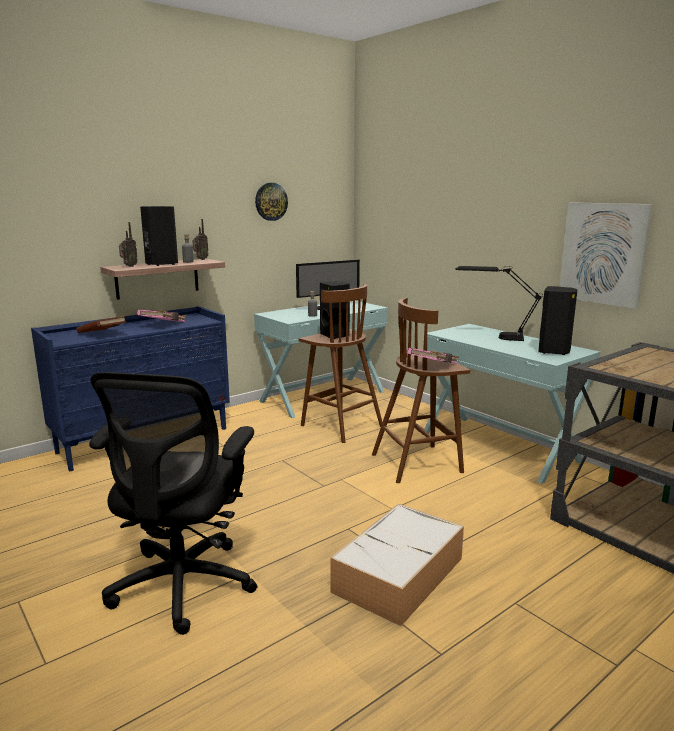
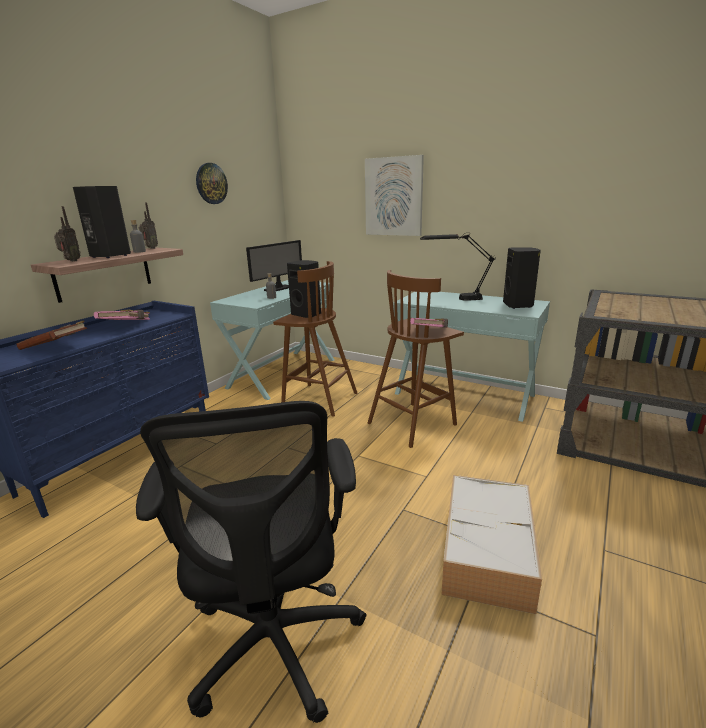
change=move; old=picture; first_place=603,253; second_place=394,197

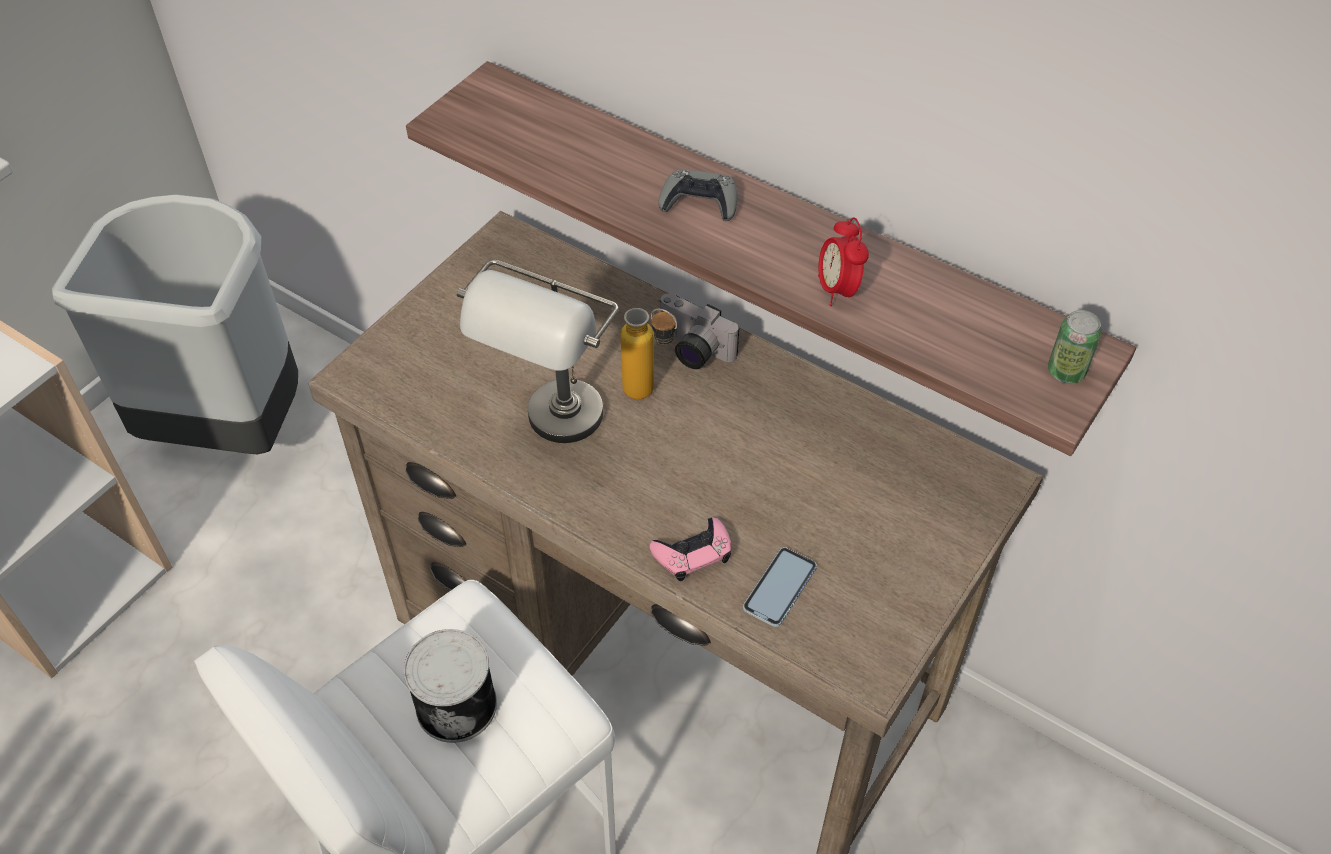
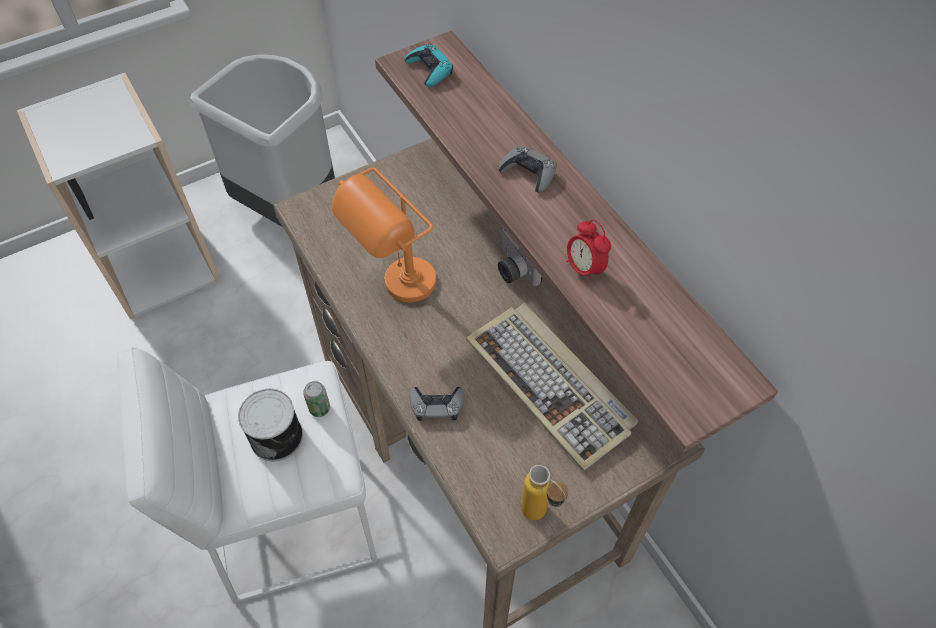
change=recolor; old=grey table lamp; new=orange table lamp; first_place=555,433; second_place=396,292
change=move; old=bottle; first_place=650,393; second_place=540,517
change=recolor; old=pink game controller; new=grey game controller; first_place=693,553; second_place=437,405
change=delete; old=phone; first_place=779,588
change=rotate; old=alarm clock; first_place=837,290; second_place=584,268; degrees=-45
change=move; old=can; first_place=1066,372; second_place=319,408
change=insert; new=turquoise game controller; second_place=429,70
change=insert; new=keyboard; second_place=551,385

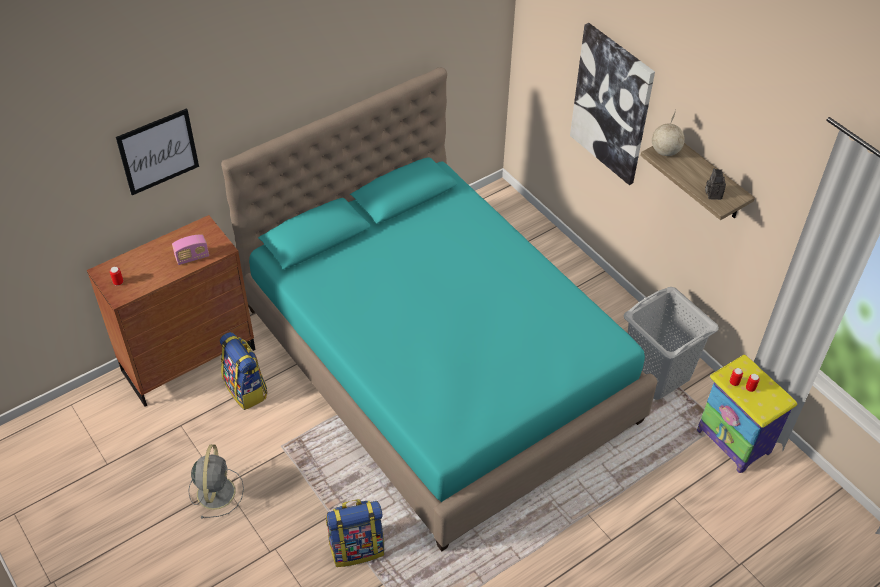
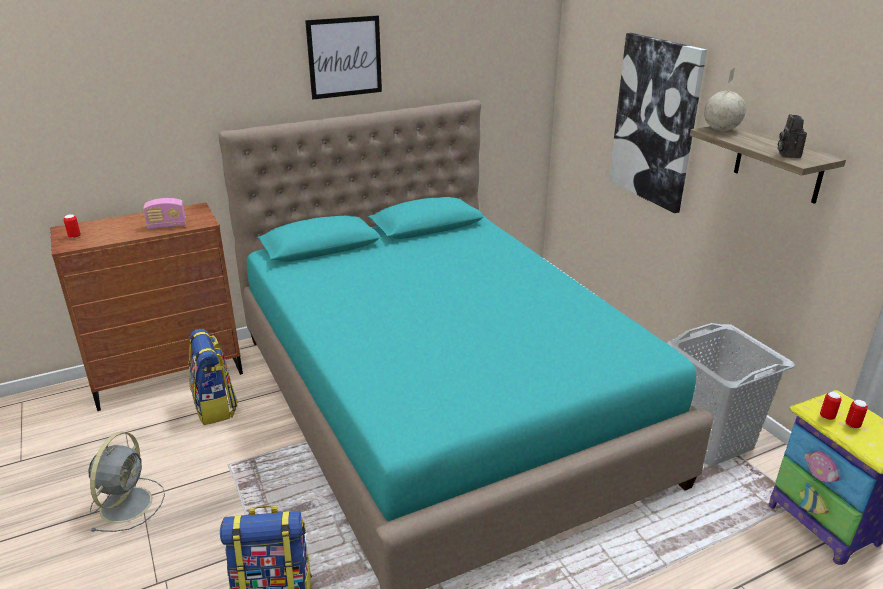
change=move; old=picture; first_place=158,151; second_place=344,57

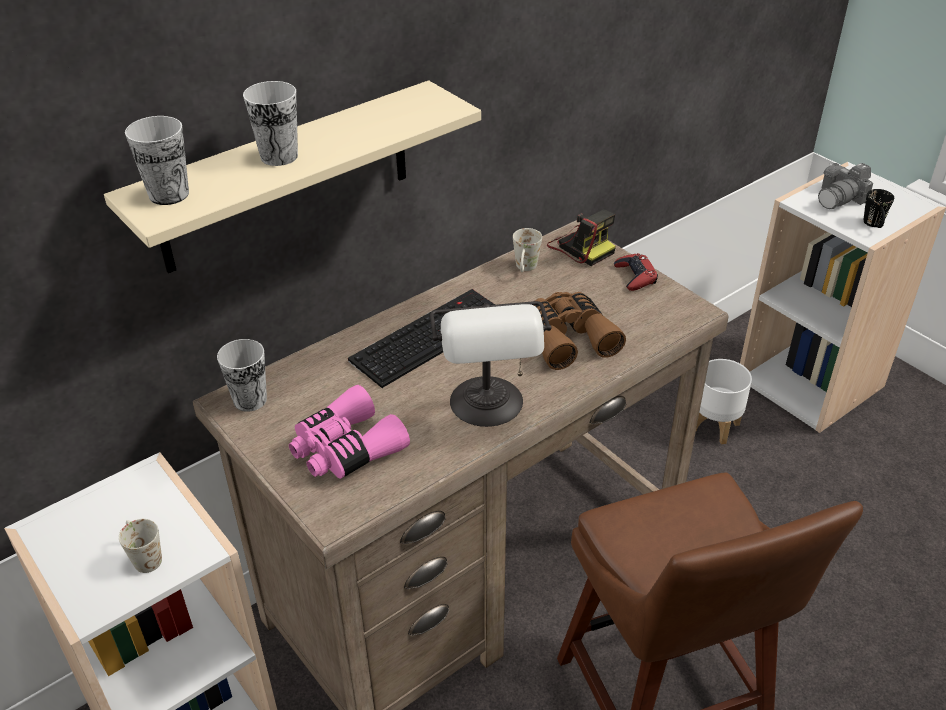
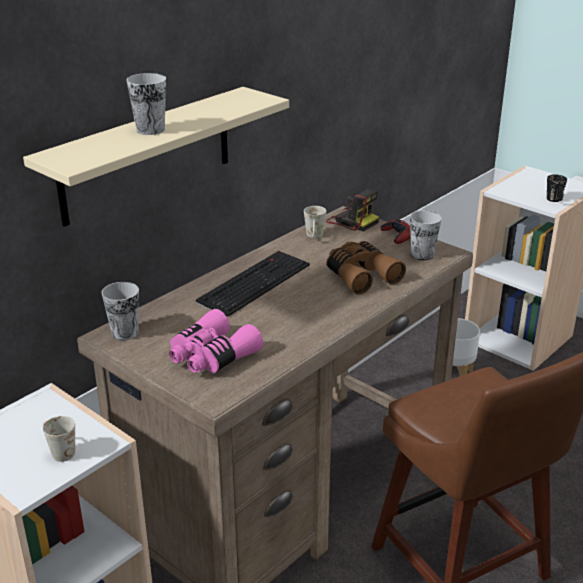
change=move; old=cup; first_place=169,194; second_place=422,255
change=delete; old=table lamp; first_place=490,412
change=delete; old=photo camera; first_place=840,198

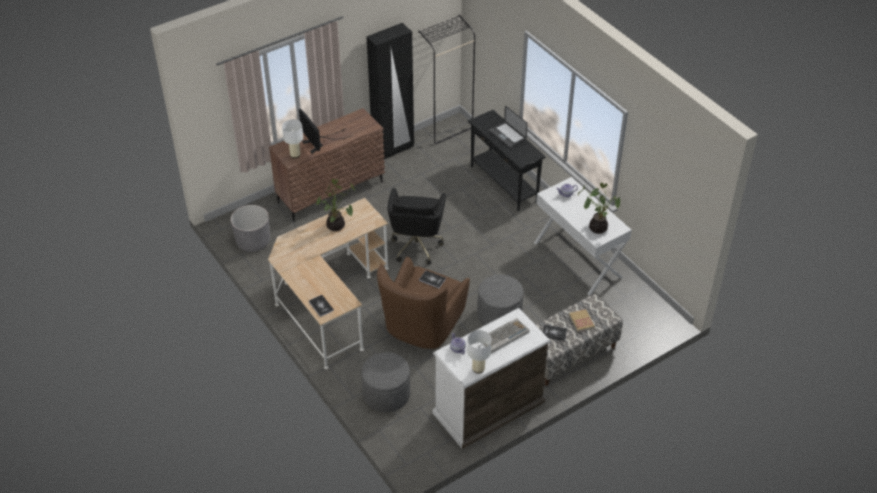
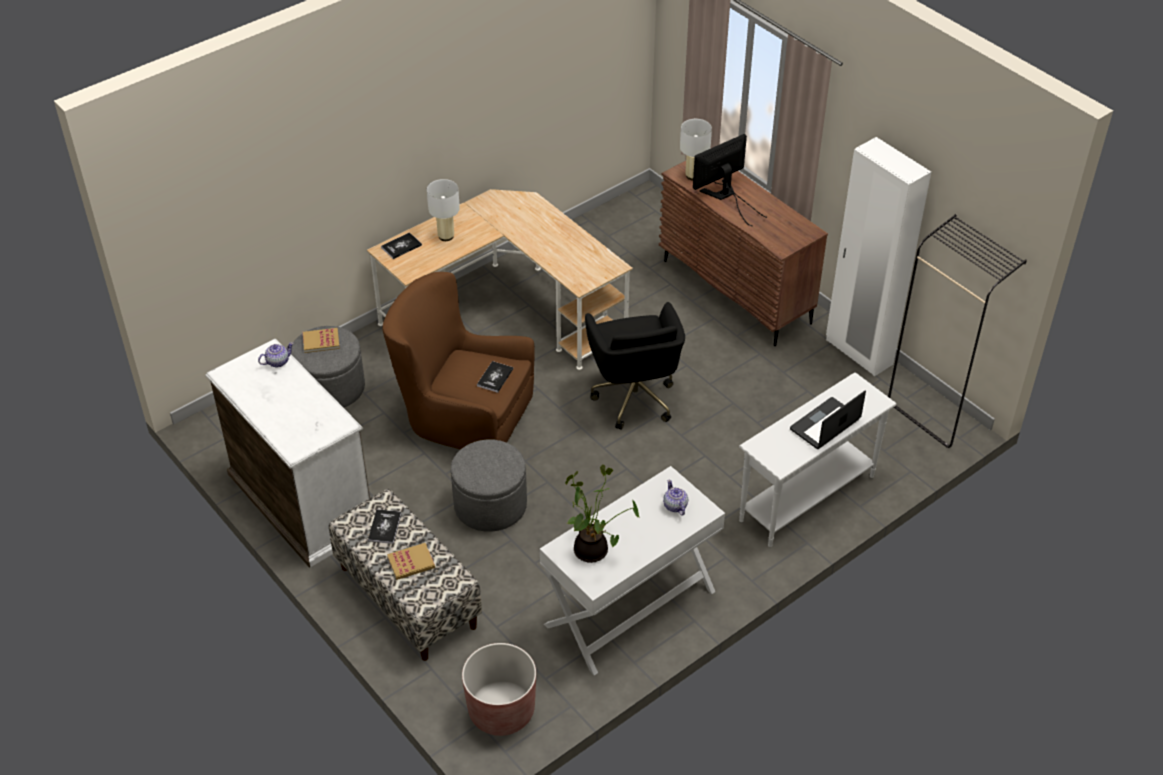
change=delete; old=grey planter; first_place=253,242
change=delete; old=potted plant; first_place=337,226
change=recolor; old=black wardrobe; new=white wardrobe; first_place=393,149; second_place=858,352
change=rotate; old=black office chair; first_place=416,246; second_place=633,397; degrees=-105
change=move; old=white table lamp; first_place=478,369; second_place=445,236
change=recolor; old=black console table; new=white console table; first_place=504,184; second_place=807,500
change=delete; old=keyboard; first_place=504,336
change=insert; new=book; second_place=321,341
change=insert; new=brown planter; second_place=501,711

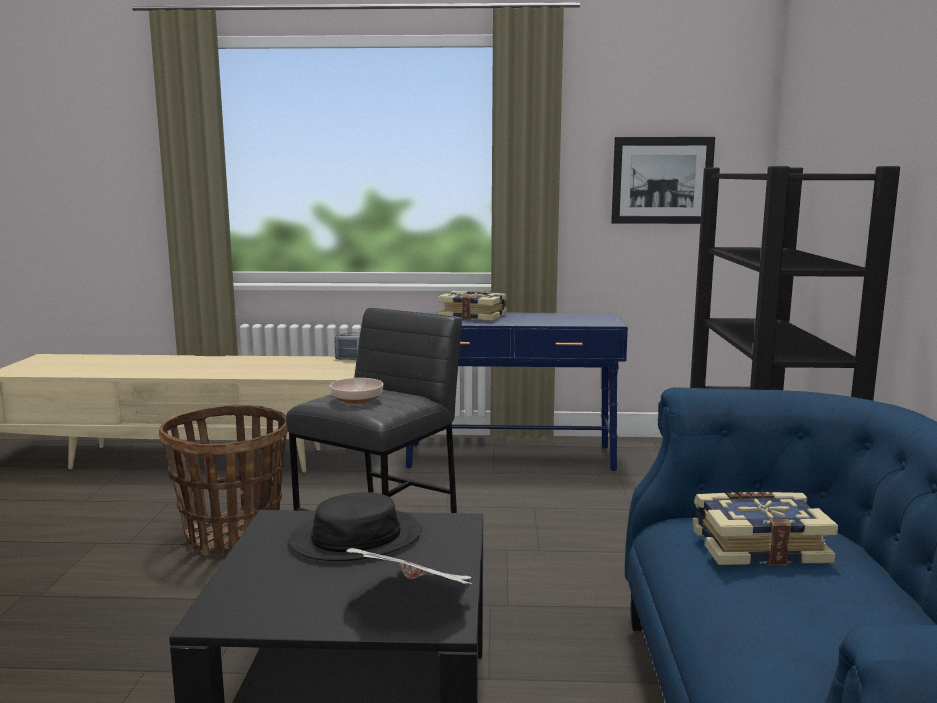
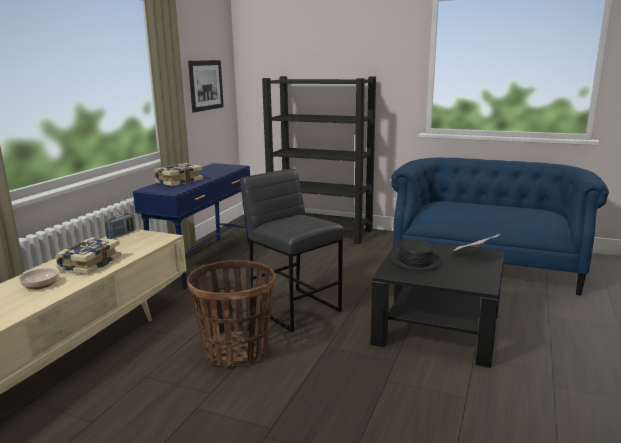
change=move; old=bowl; first_place=356,400; second_place=41,285
change=move; old=book; first_place=758,546; second_place=89,264

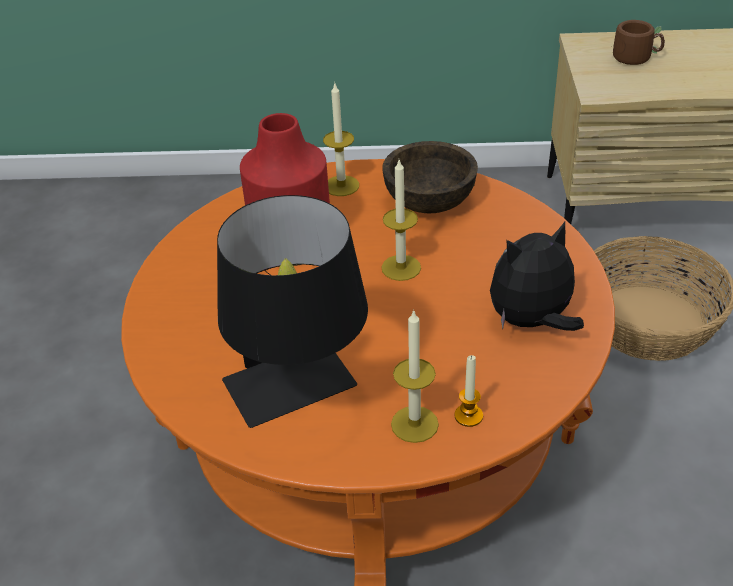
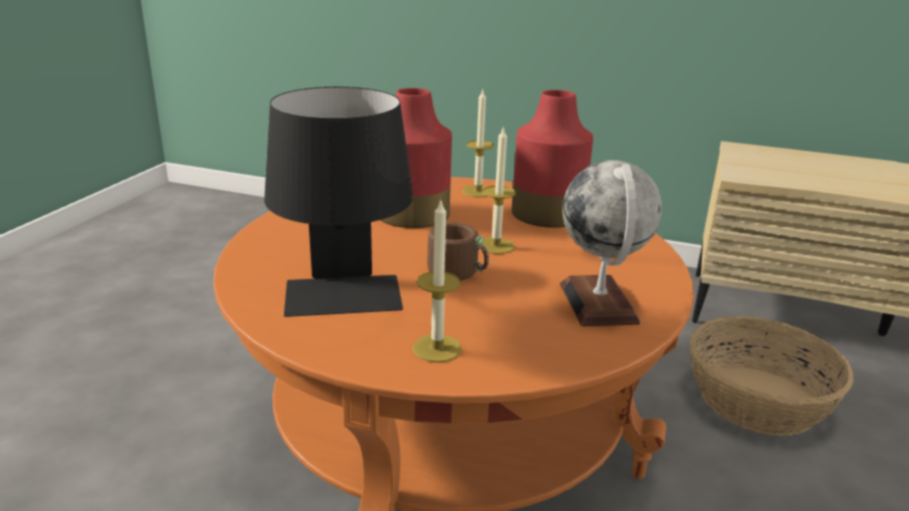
change=replace; old=brown bowl; new=red vase; first_place=429,201; second_place=548,212
change=delete; old=candle; first_place=468,416
change=replace; old=plush toy; new=globe; first_place=532,322; second_place=598,303
change=move; old=brown mug; first_place=636,57; second_place=459,272

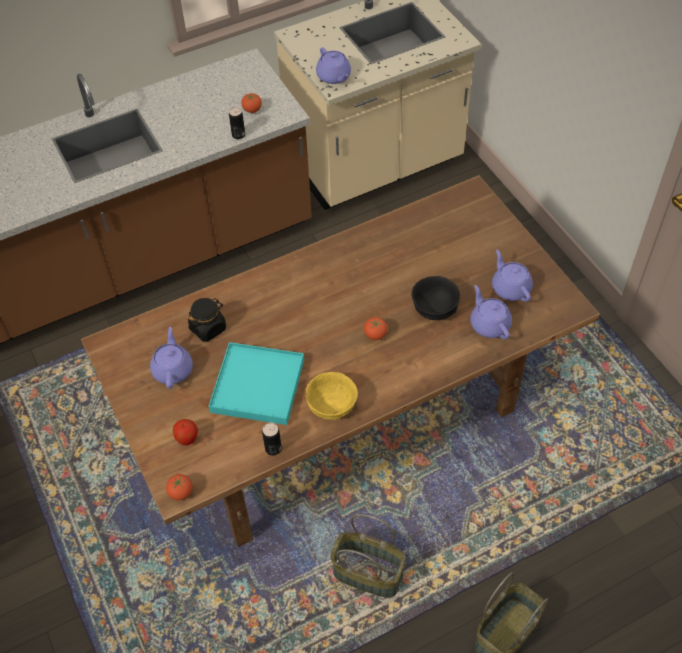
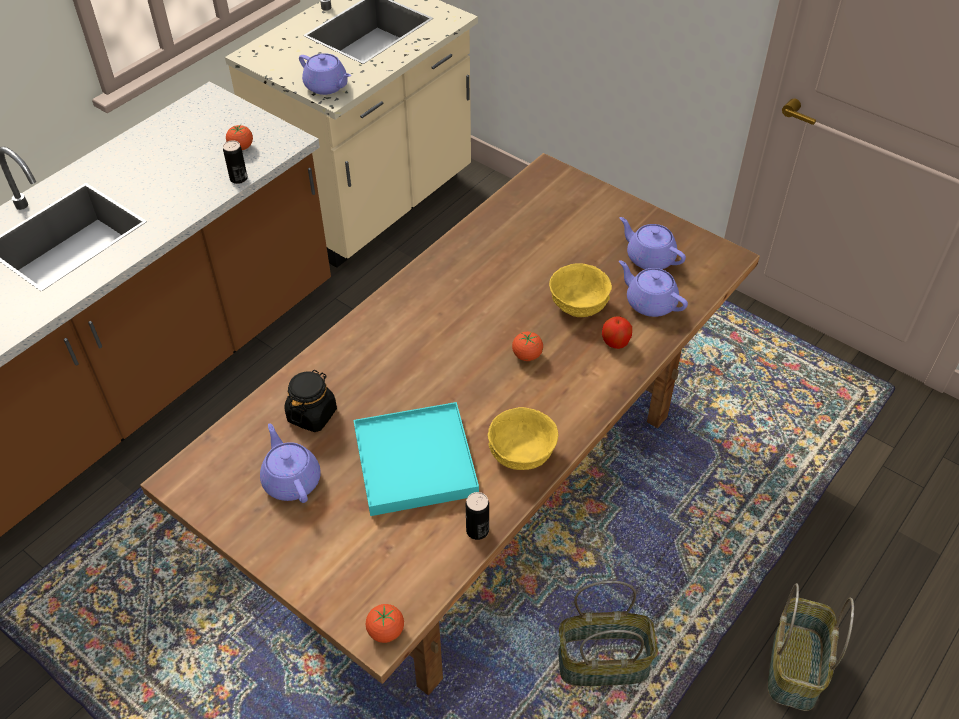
change=move; old=apple; first_place=187,438; second_place=615,342
change=recolor; old=black bowl; new=yellow bowl; first_place=435,308; second_place=579,304

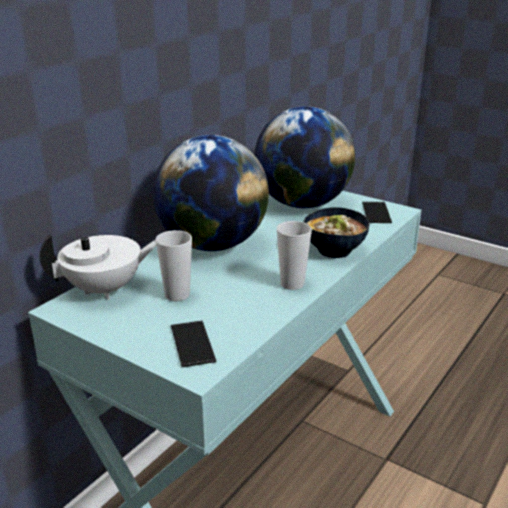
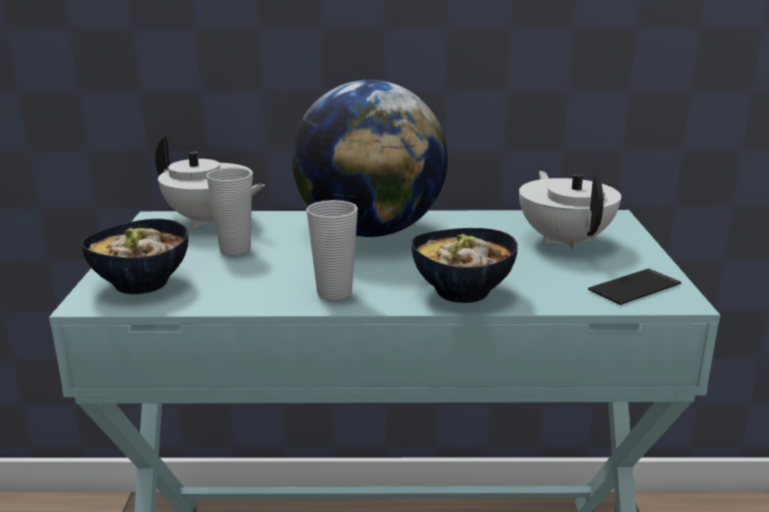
change=replace; old=phone; new=bowl; first_place=192,343; second_place=143,284
change=replace; old=globe; new=white teapot; first_place=302,204; second_place=565,240

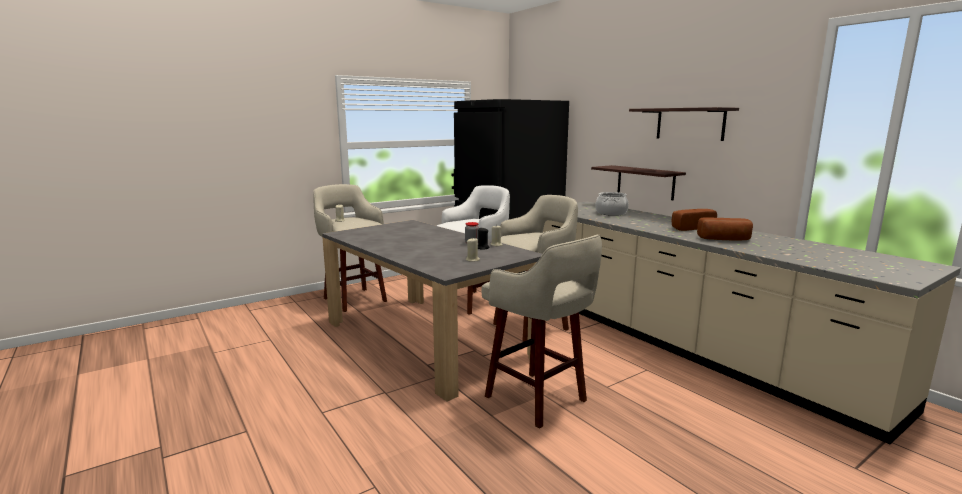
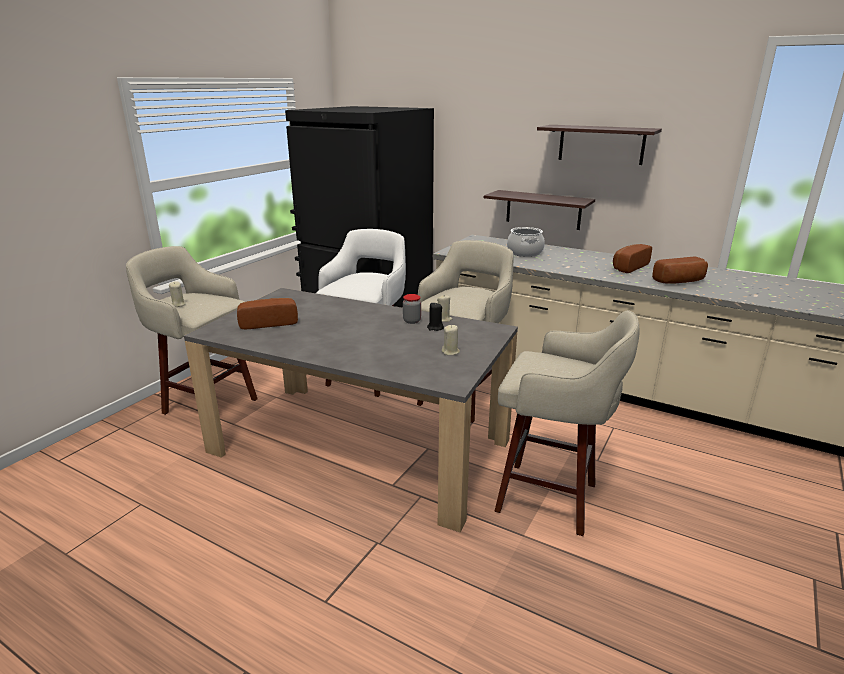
change=insert; new=bread; second_place=268,323

